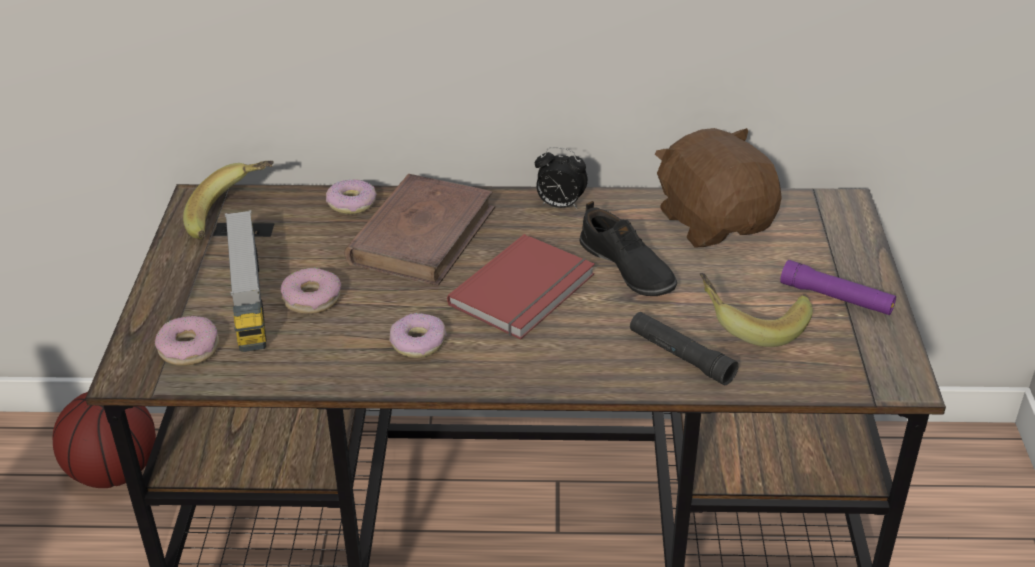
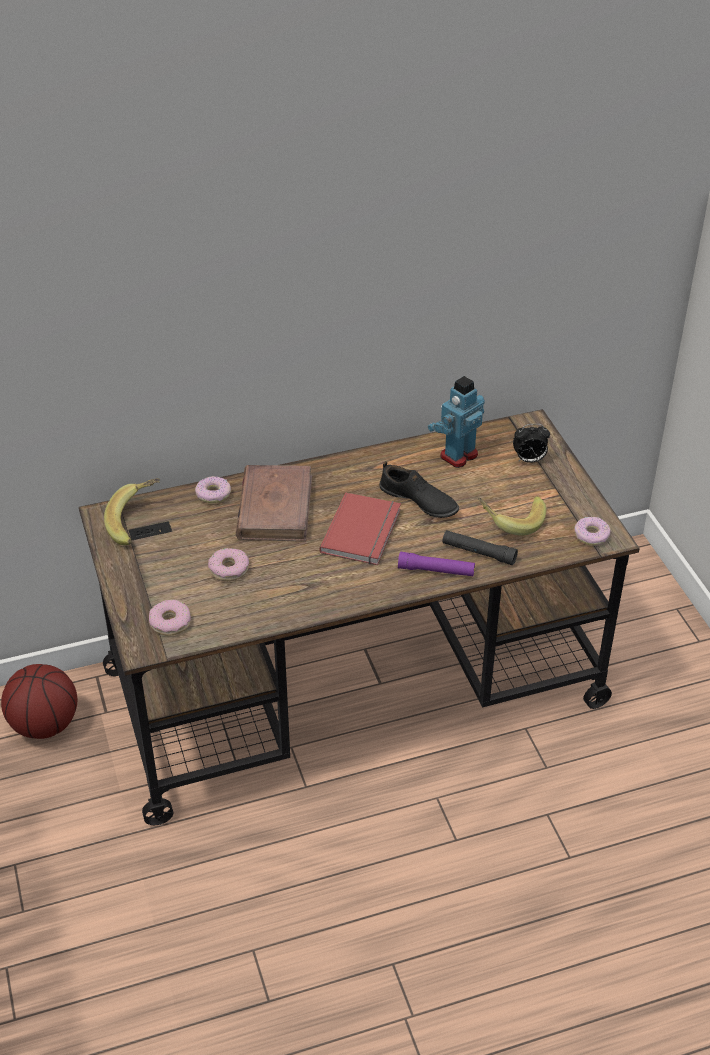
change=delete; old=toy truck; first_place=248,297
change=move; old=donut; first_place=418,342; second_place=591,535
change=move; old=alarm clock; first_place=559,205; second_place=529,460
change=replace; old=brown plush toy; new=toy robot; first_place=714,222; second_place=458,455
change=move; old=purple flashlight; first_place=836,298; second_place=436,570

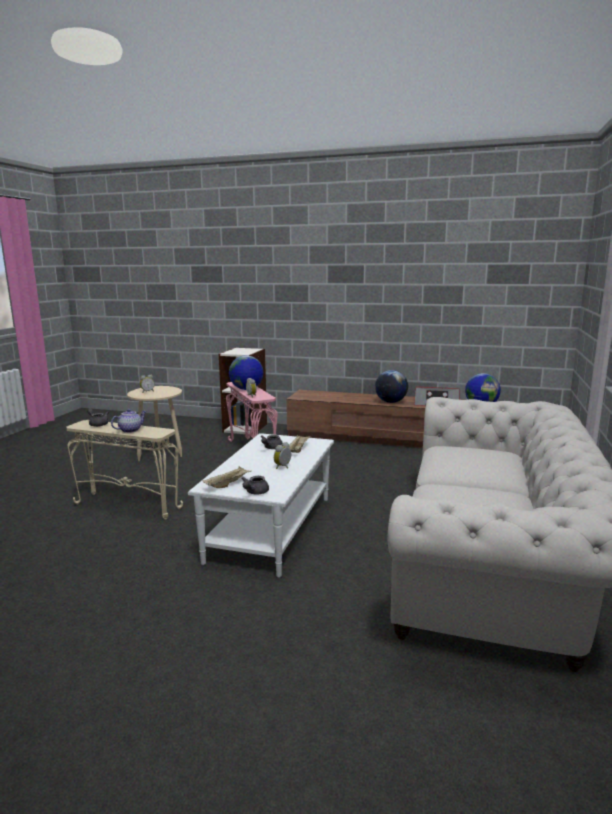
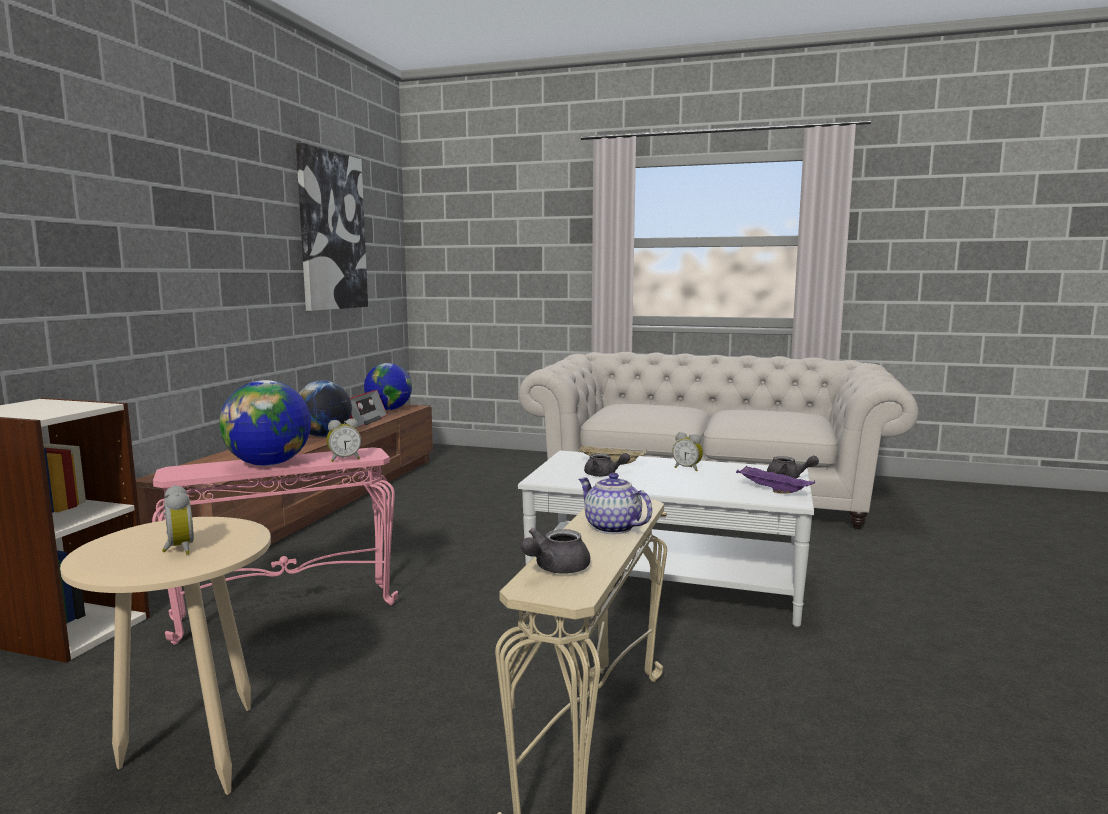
change=recolor; old=beige tray; new=purple tray; first_place=227,484; second_place=771,490
change=insert; new=picture; second_place=331,231

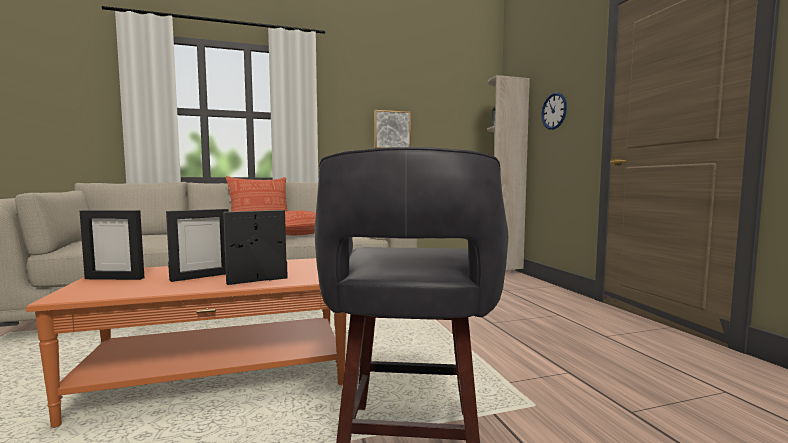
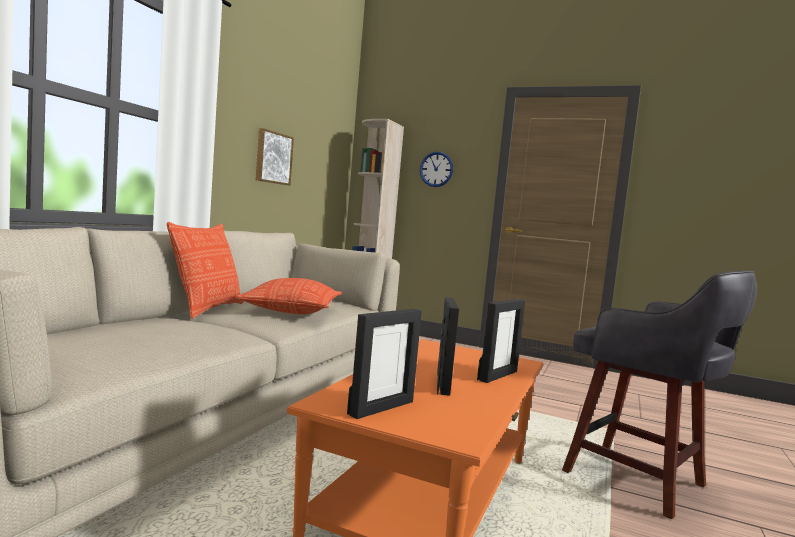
change=rotate; old=picture frame; first_place=257,280; second_place=497,375; degrees=-150

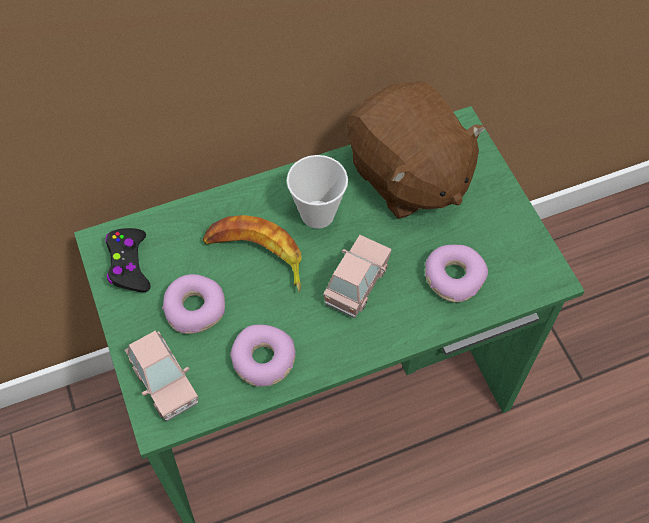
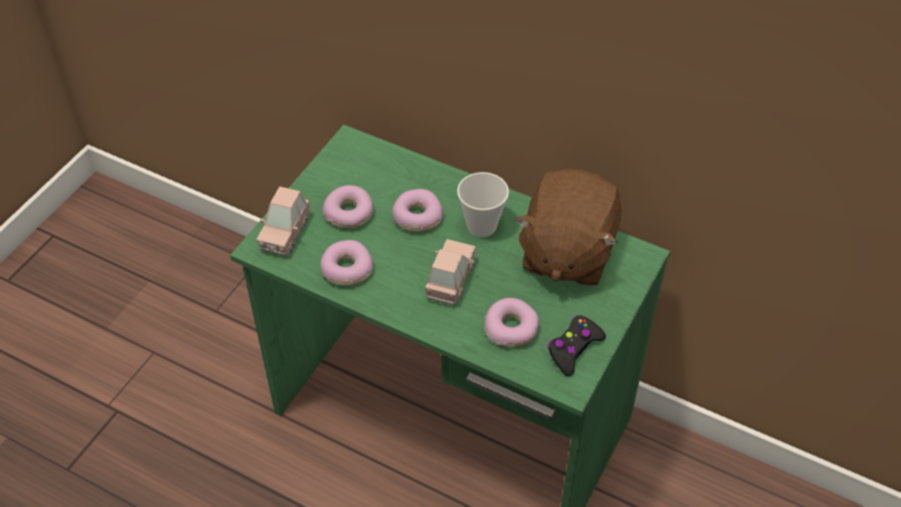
change=move; old=black game controller; first_place=129,265; second_place=573,349
change=replace; old=banana; new=donut; first_place=256,256; second_place=417,217
change=rotate; old=pink toy car; first_place=357,283; second_place=451,280; degrees=-60

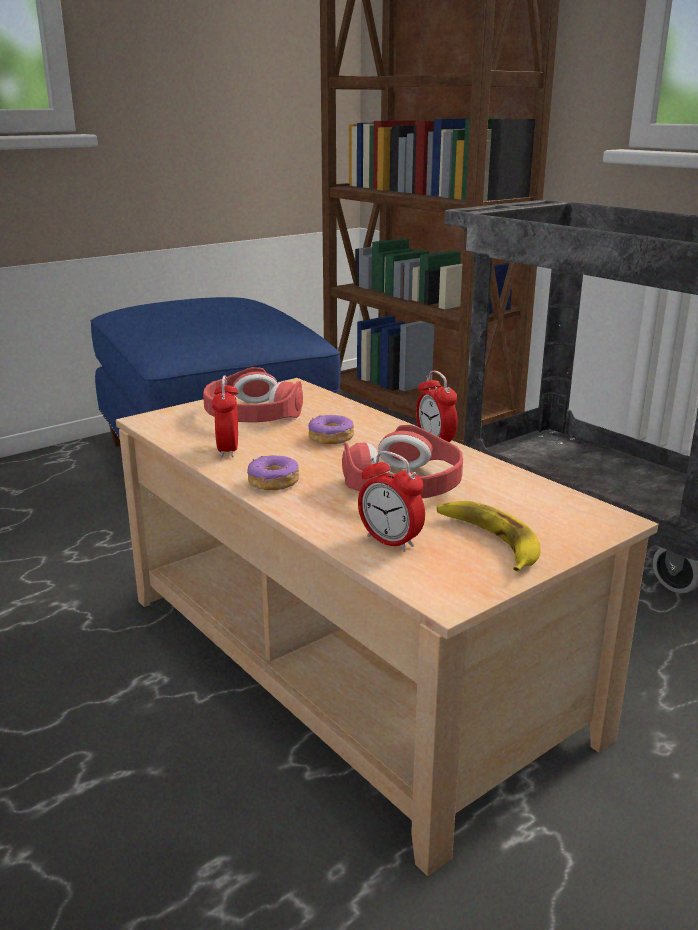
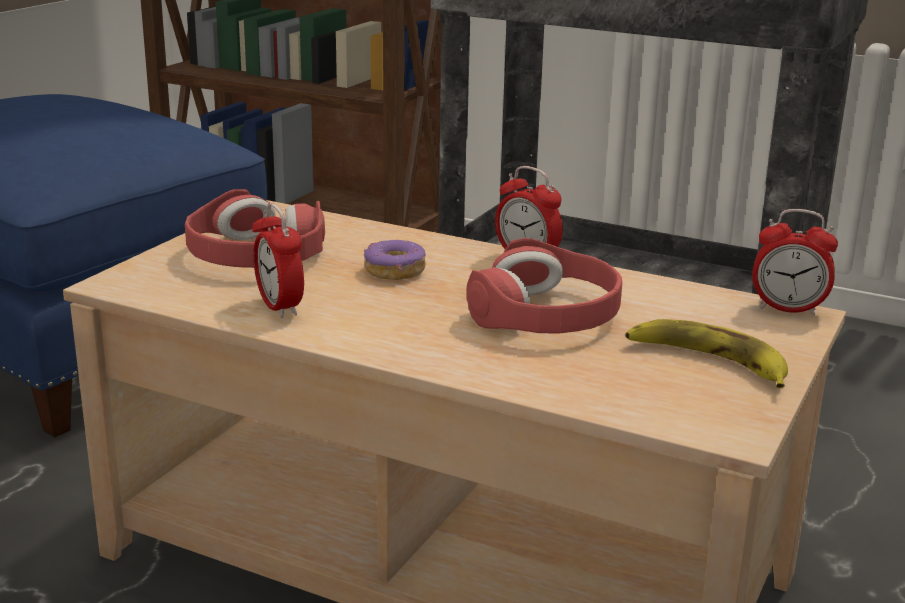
change=delete; old=donut; first_place=273,482
change=move; old=alarm clock; first_place=390,541; second_place=788,309

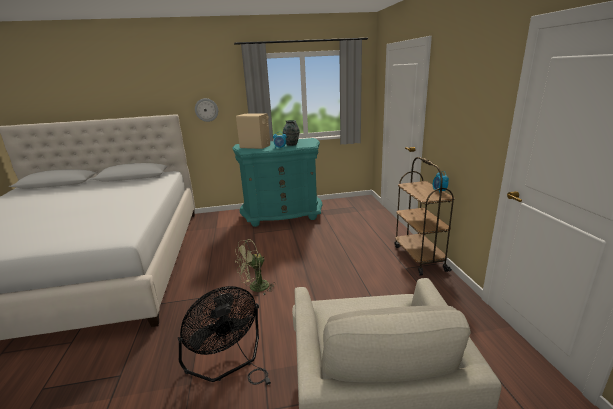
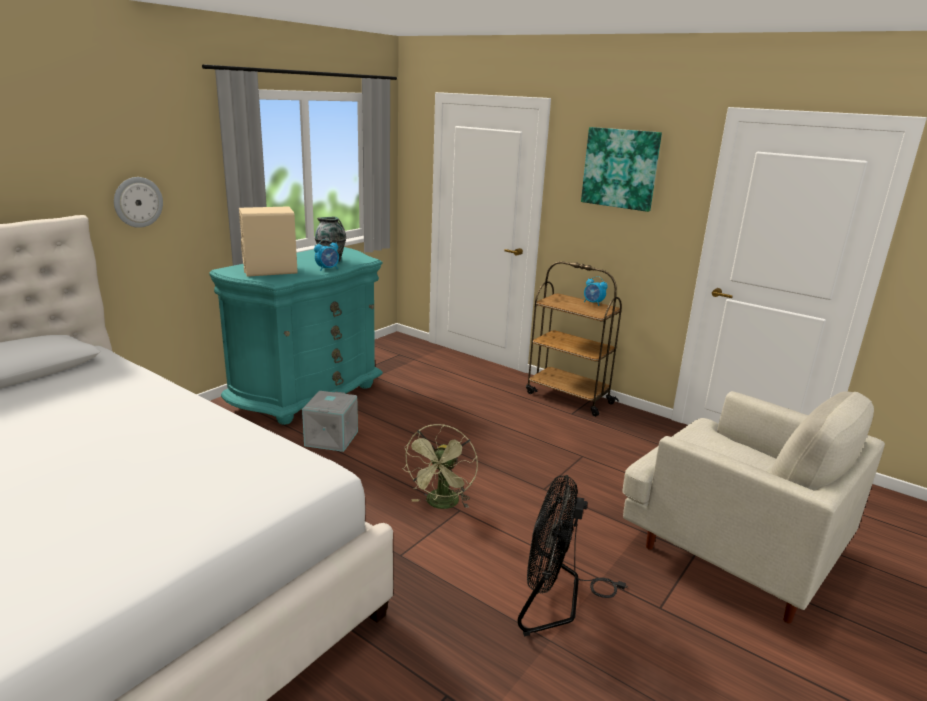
change=insert; new=grey storage box; second_place=330,438
change=insert; new=picture; second_place=620,168

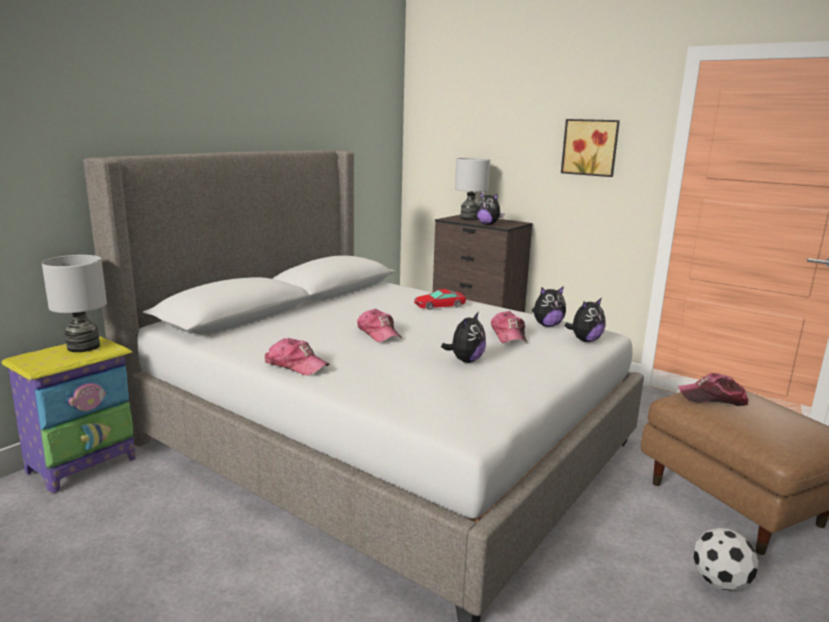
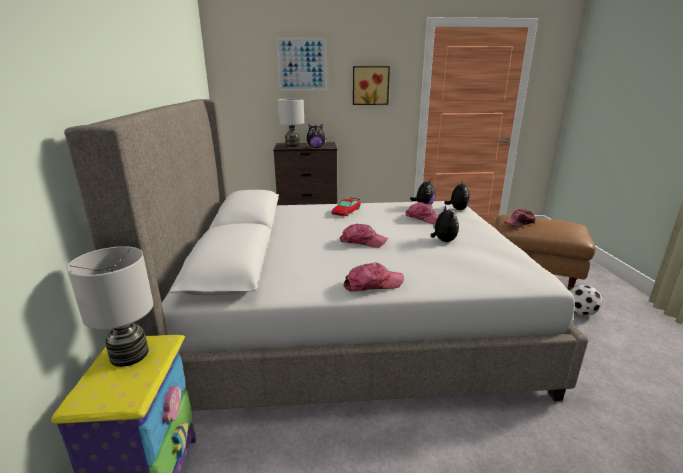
change=insert; new=picture; second_place=302,64

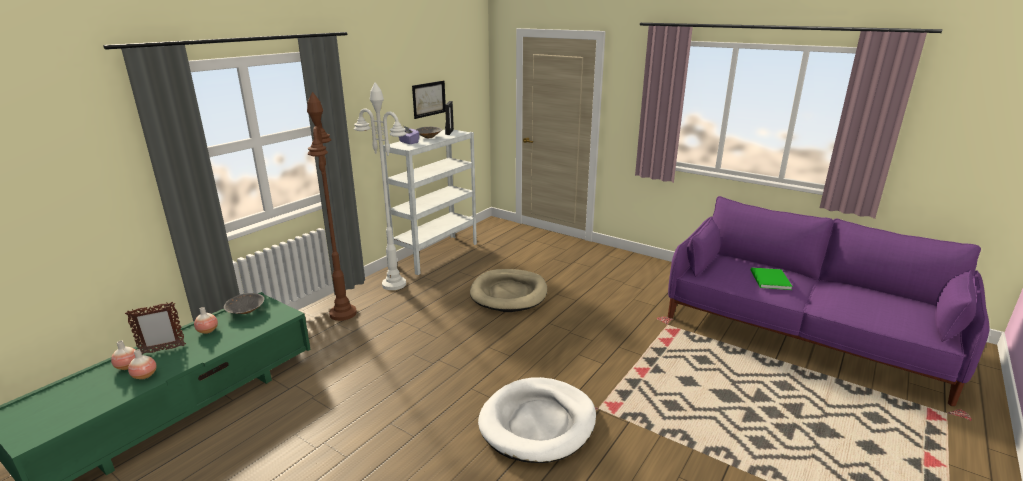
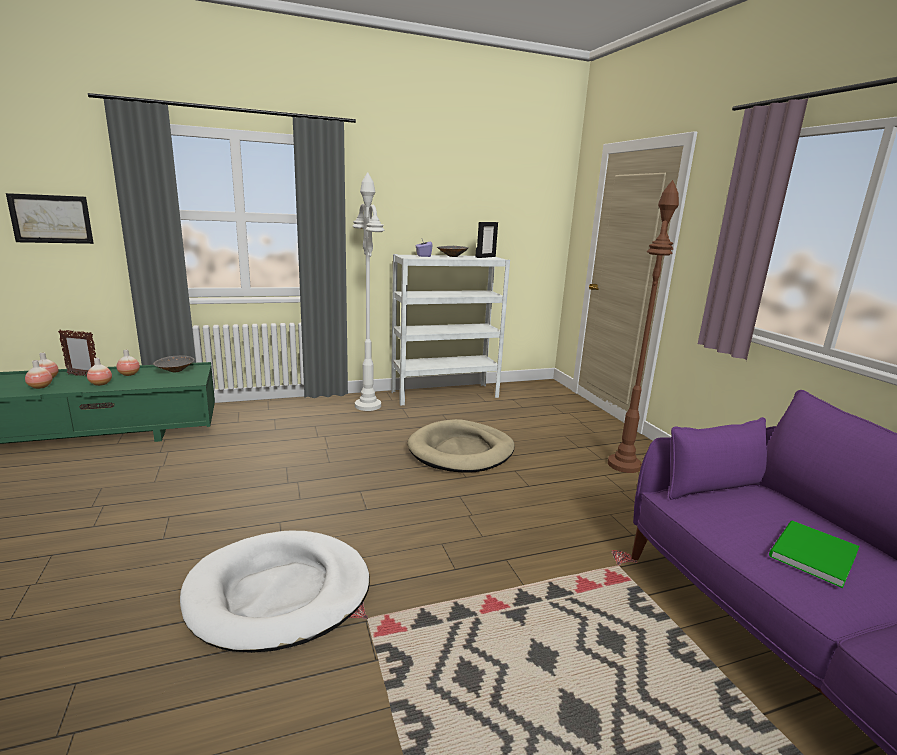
change=move; old=brown floor lamp; first_place=343,313; second_place=624,464
change=move; old=picture; first_place=429,99; second_place=51,219
change=insert; new=vase; second_place=101,384

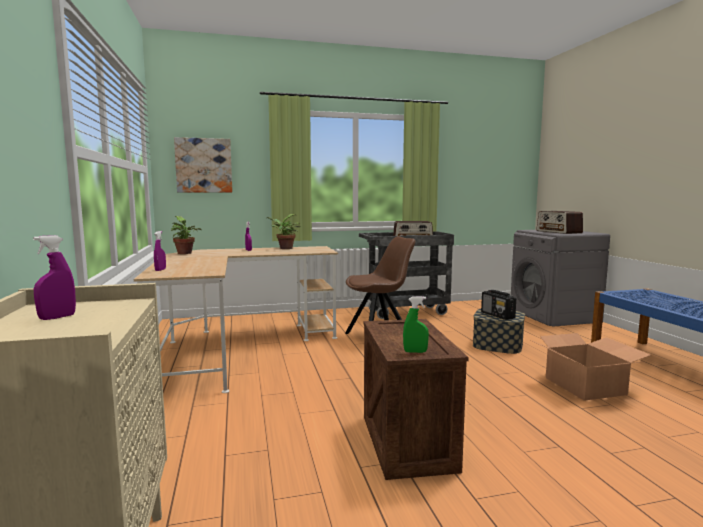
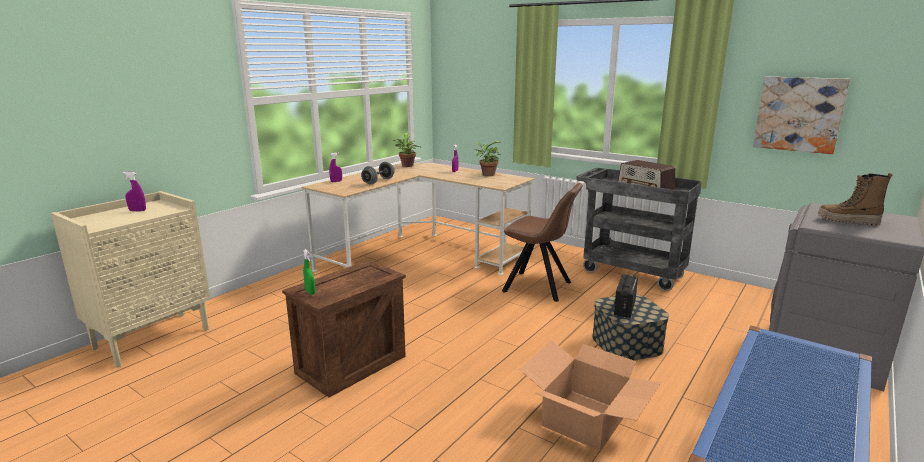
change=move; old=picture; first_place=204,165; second_place=799,114
change=replace; old=radio; new=boot; first_place=558,232; second_place=847,221
change=insert; new=grey dumbbell; second_place=378,181

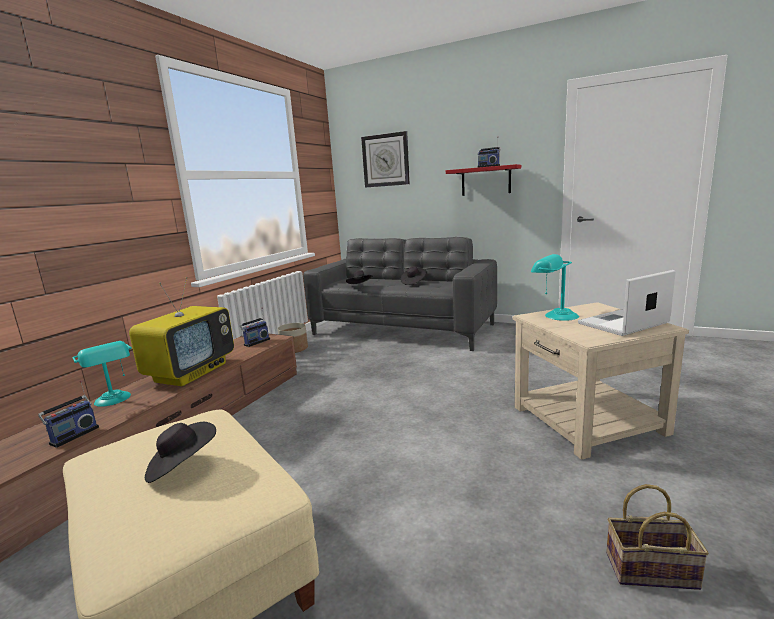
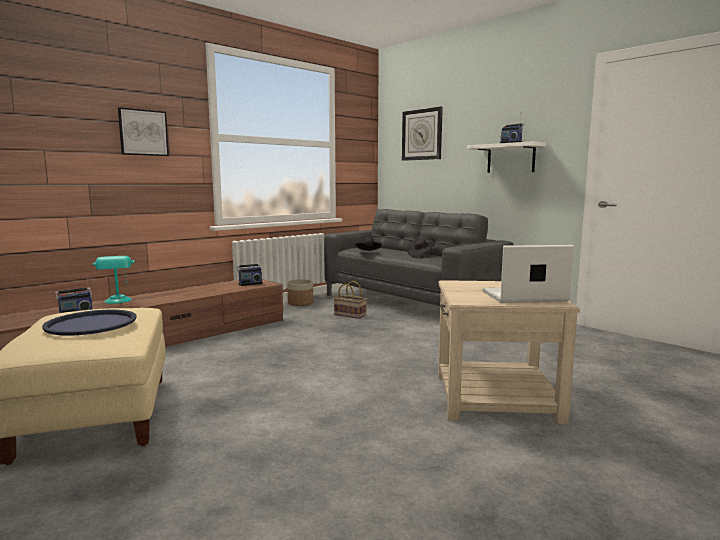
change=delete; old=television; first_place=191,372
change=replace; old=black hat; new=blue tray; first_place=182,466; second_place=91,324
change=recolor; old=red shelf; new=white shelf; first_place=486,181; second_place=511,158
change=delete; old=turquoise table lamp; first_place=554,315
change=move; old=basket; first_place=652,569; second_place=351,315
change=insert; new=picture; second_place=143,132

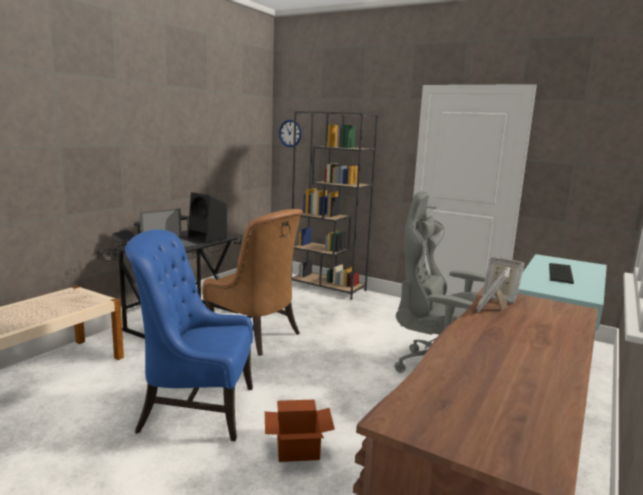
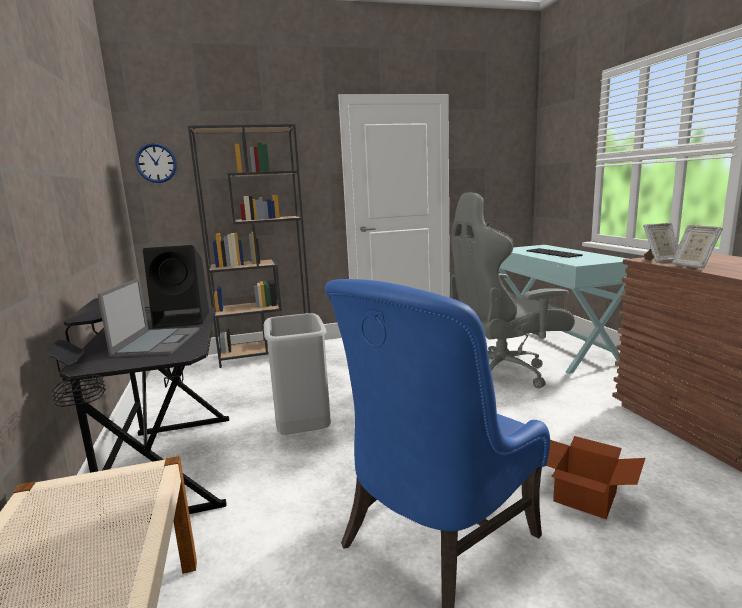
change=replace; old=brown chair; new=grey trash can; first_place=255,335; second_place=304,430

